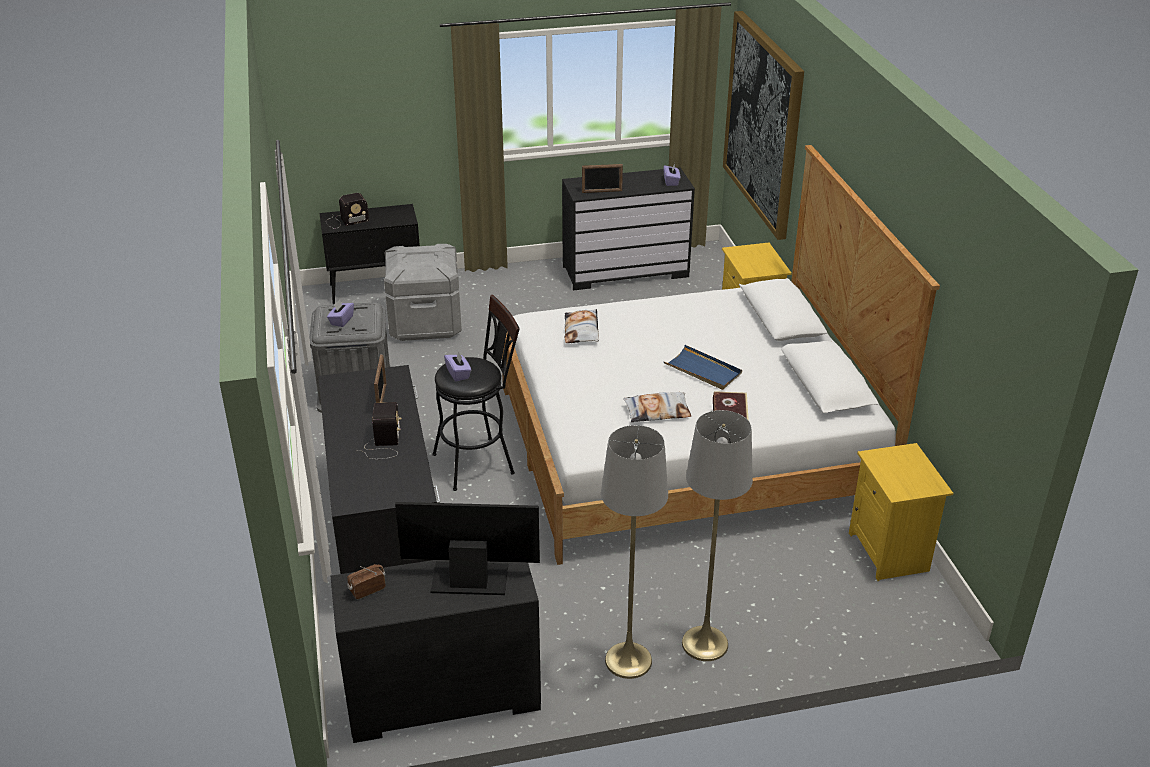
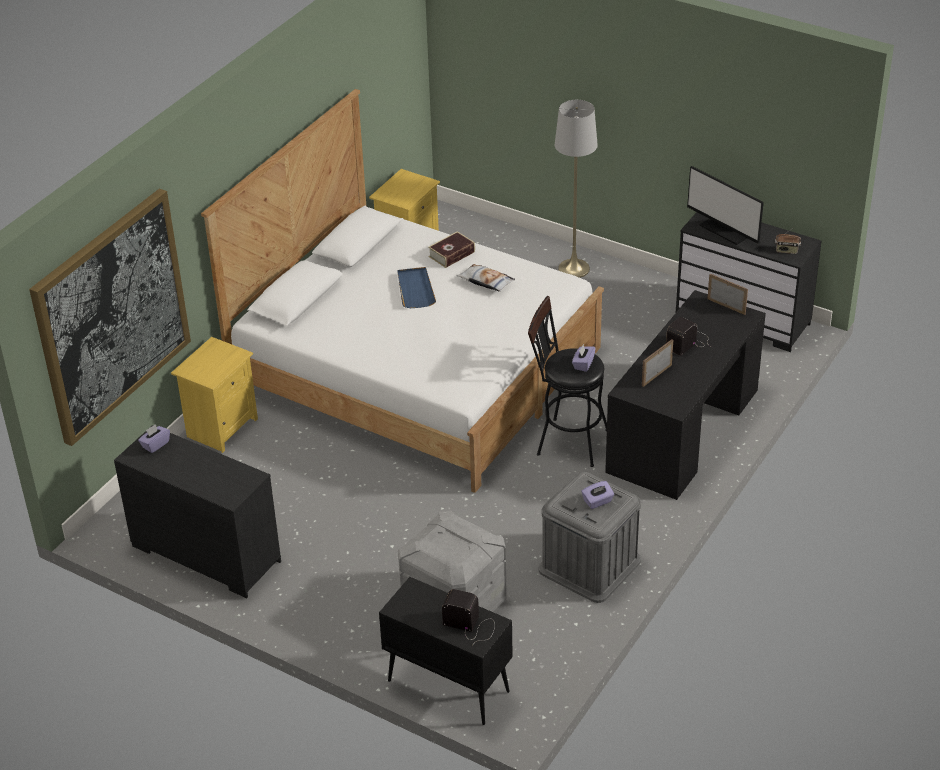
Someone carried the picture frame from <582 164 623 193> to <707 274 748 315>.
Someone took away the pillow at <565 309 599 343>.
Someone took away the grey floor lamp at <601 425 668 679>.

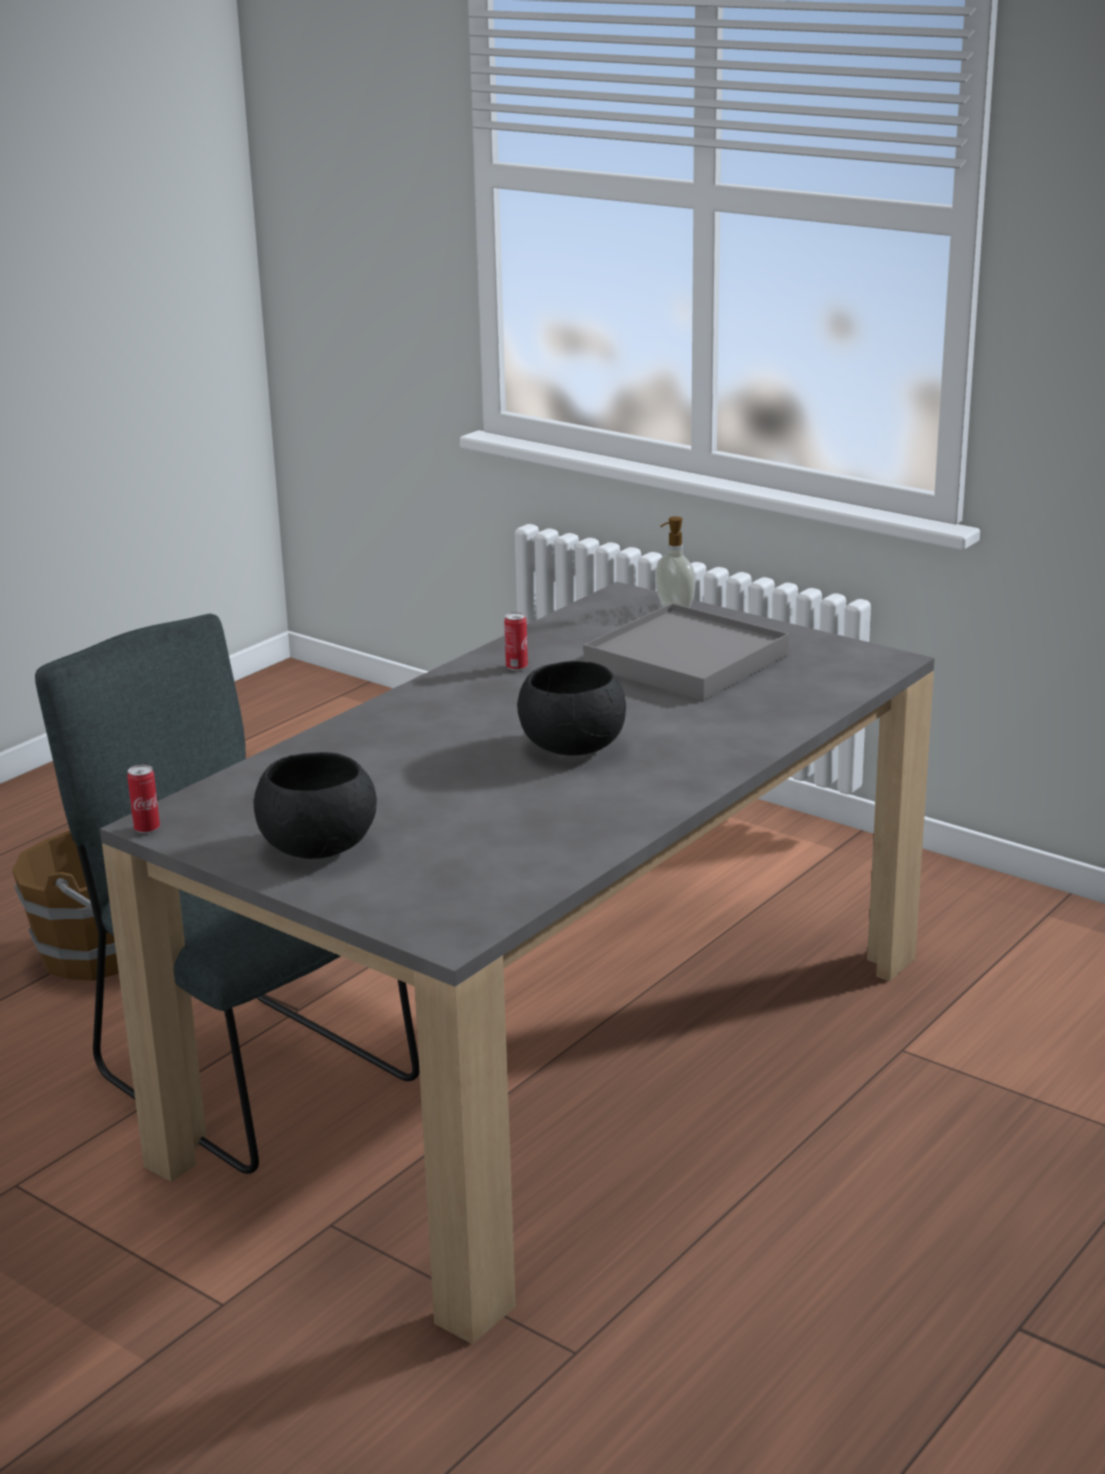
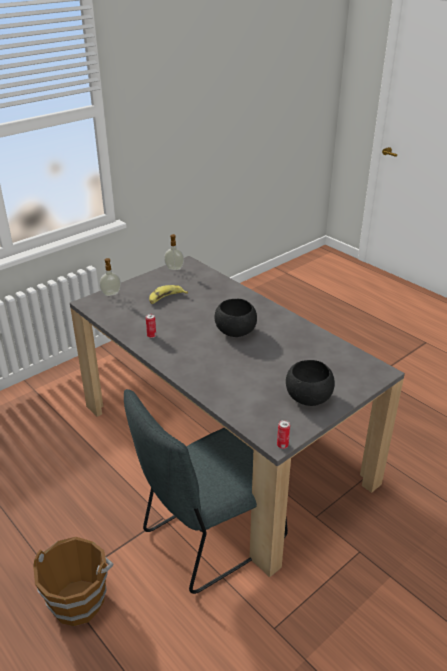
Someone swapped the grey tray at <583 603 790 701> for the banana at <149 285 188 304>.
Someone put down the soap dispenser at <164 234 184 270>.

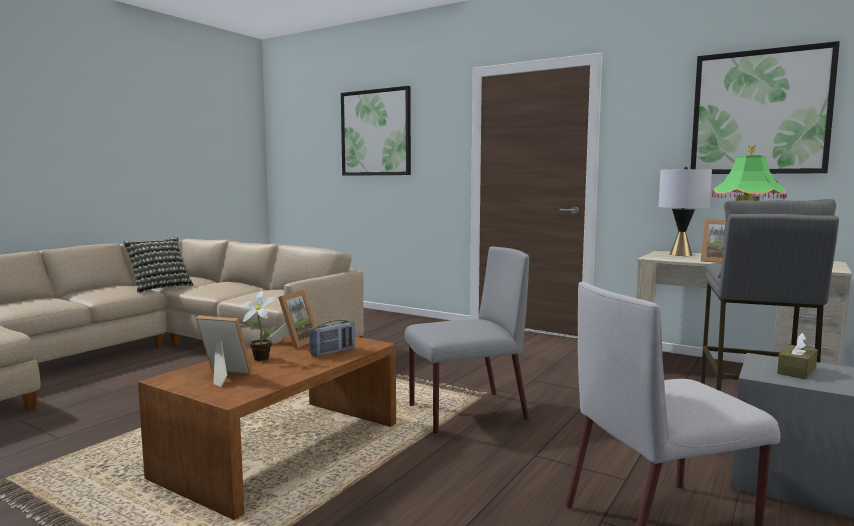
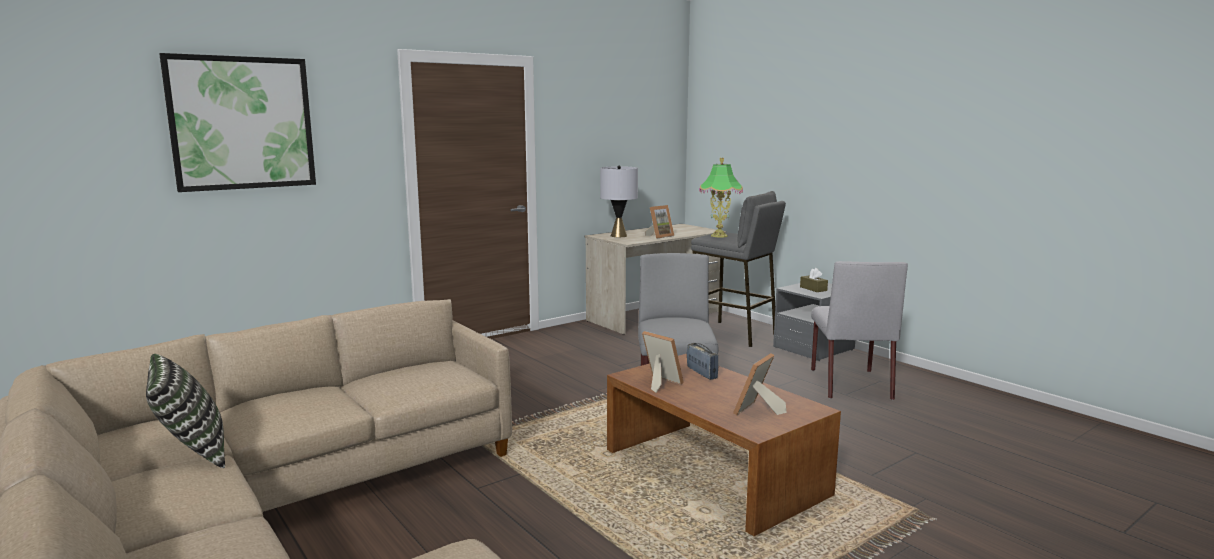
Someone took away the picture at <691 41 840 174>.
Someone took away the potted plant at <243 290 276 361>.

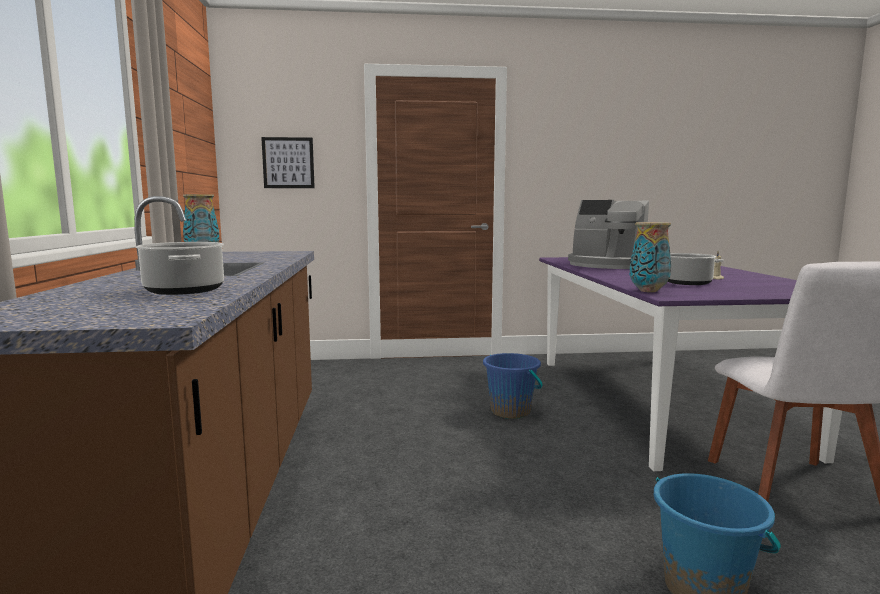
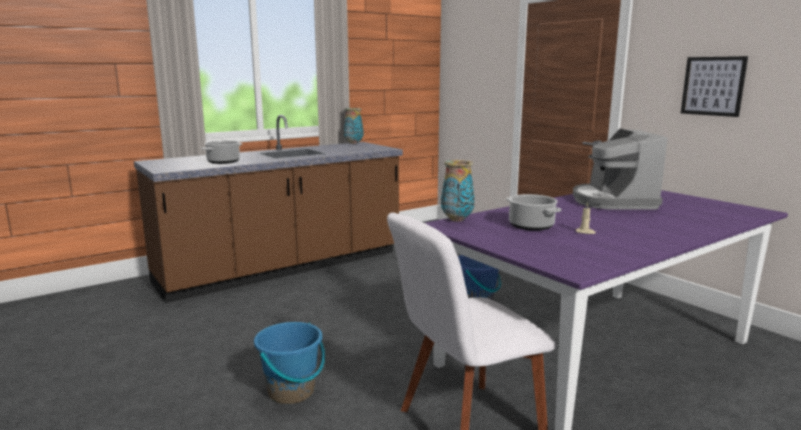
Someone carried the picture from <261 137 315 188> to <681 56 748 117>.

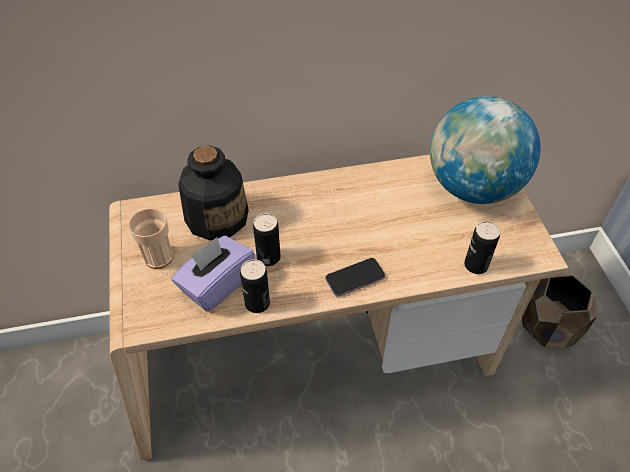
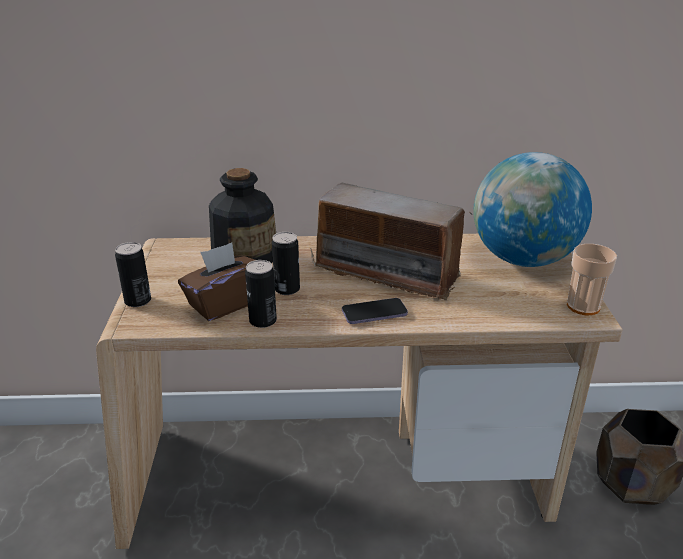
Someone carried the cup from <128 208 173 269> to <567 244 617 315>.
Someone carried the can from <464 221 500 274> to <115 242 151 307>.
Someone repainted the purple tissue box at <171 236 255 312>, which became the brown tissue box at <178 242 255 321>.
Someone put down the radio at <310 183 472 300>.

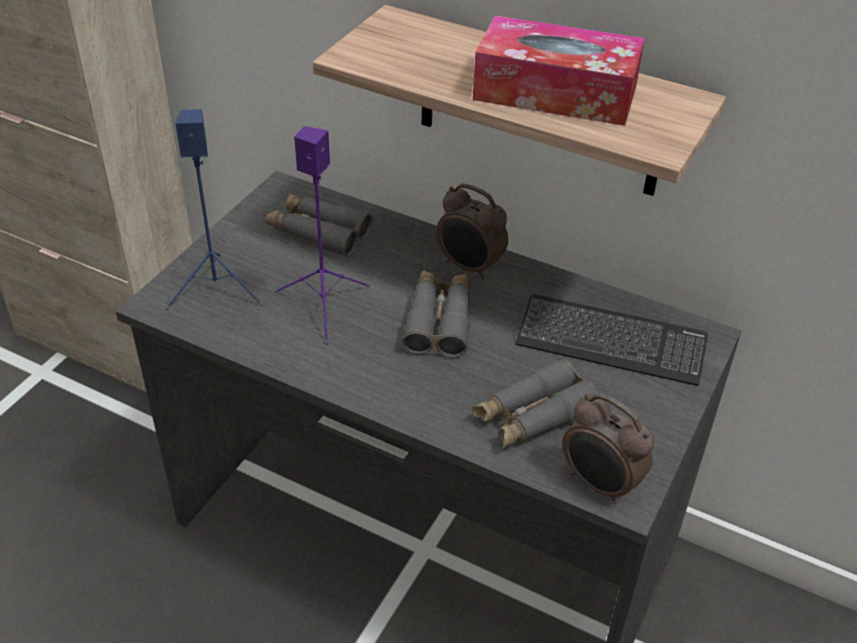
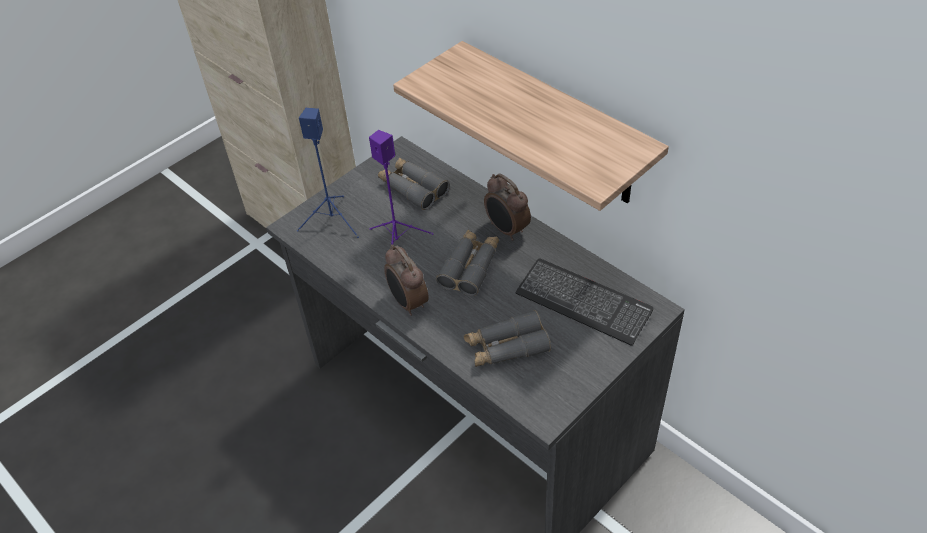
Someone took away the tissue box at <473 16 645 126>.
Someone carried the alarm clock from <563 393 654 504> to <384 245 429 316>.

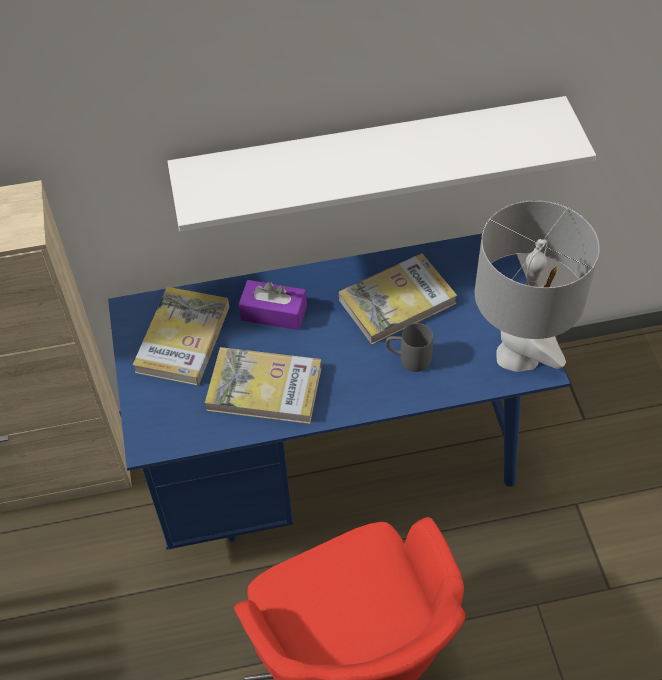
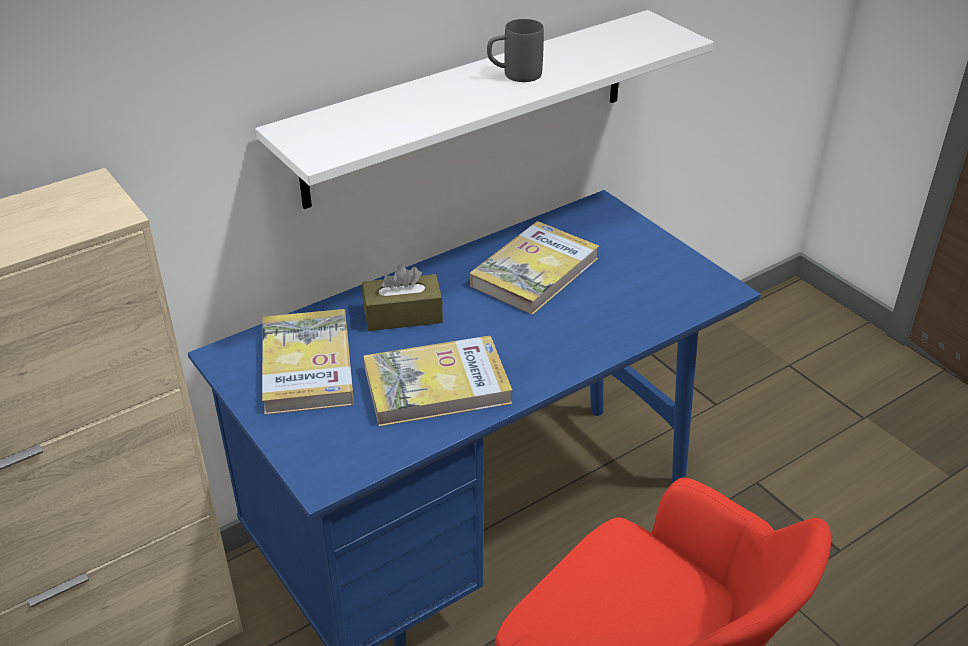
Someone took away the grey table lamp at <475 200 599 372>.
Someone repainted the purple tissue box at <239 280 307 330>, which became the brown tissue box at <362 264 443 331>.
Someone carried the grey mug from <385 323 433 372> to <487 19 544 82>.

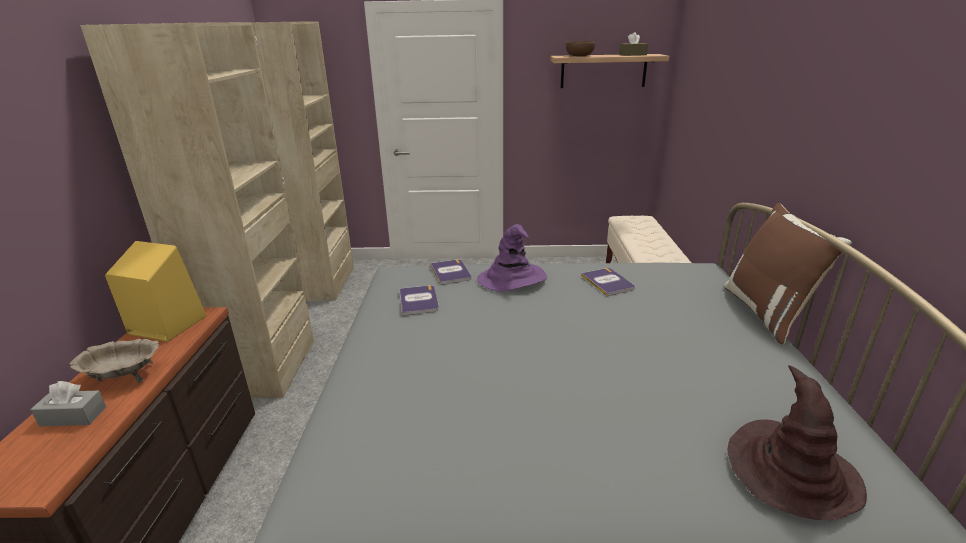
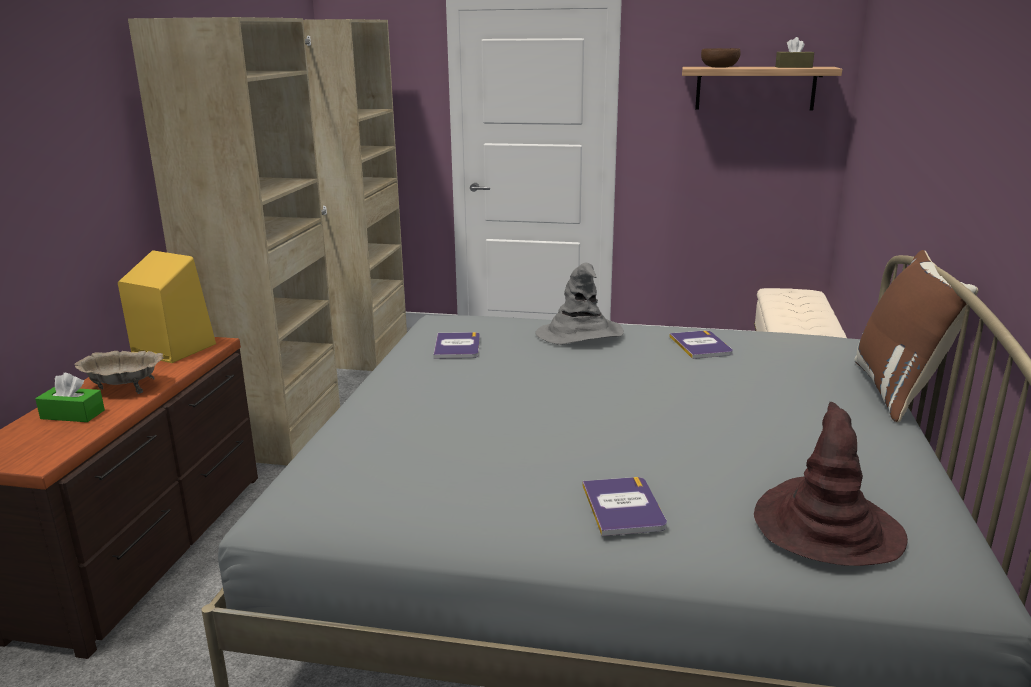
Someone repainted the purple hat at <477 224 547 292>, which became the grey hat at <535 263 624 345>.
Someone carried the book from <430 259 471 285> to <582 477 667 536>.
Someone repainted the grey tissue box at <30 381 106 426>, which became the green tissue box at <35 373 105 422>.

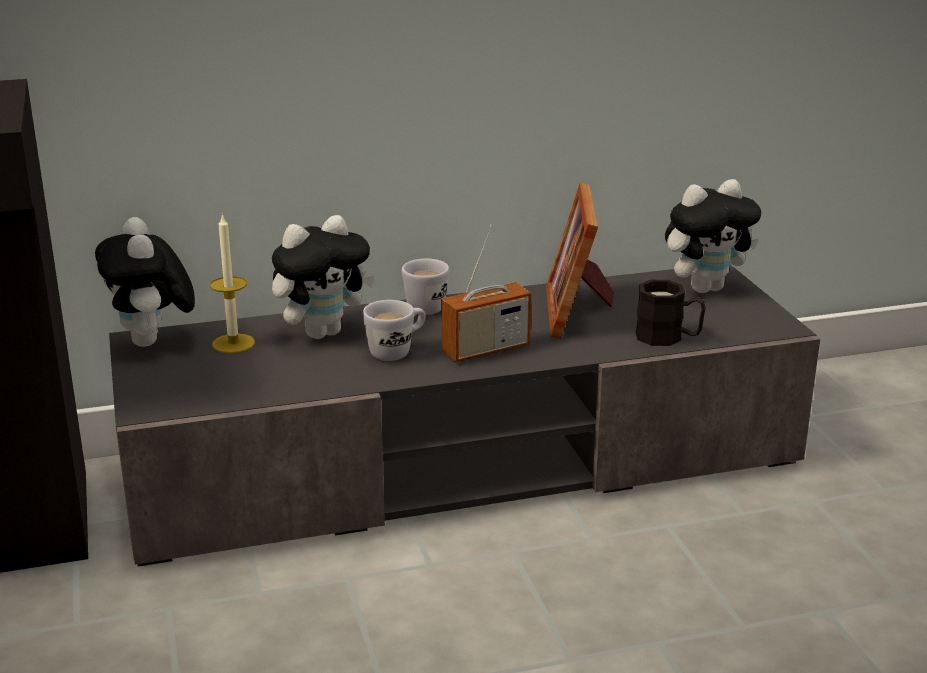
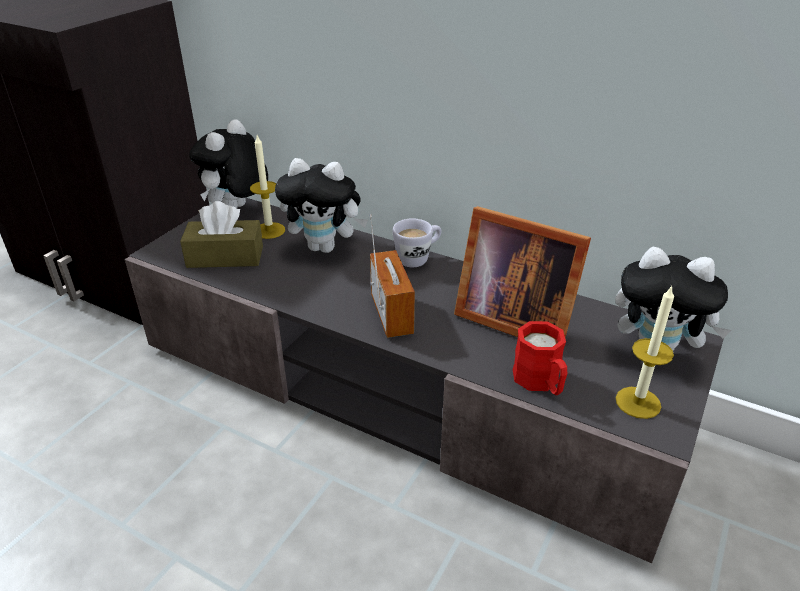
Someone rotated the picture frame at <546 182 614 339> by 105 degrees counterclockwise.
Someone rotated the radio at <441 224 531 362> by 120 degrees counterclockwise.
Someone repainted the black mug at <636 280 706 346>, which became the red mug at <513 321 567 395>.
Someone took away the white mug at <363 300 426 361>.
Someone put down the brown tissue box at <180 201 263 268>.
Someone put down the candle at <616 285 674 419>.

